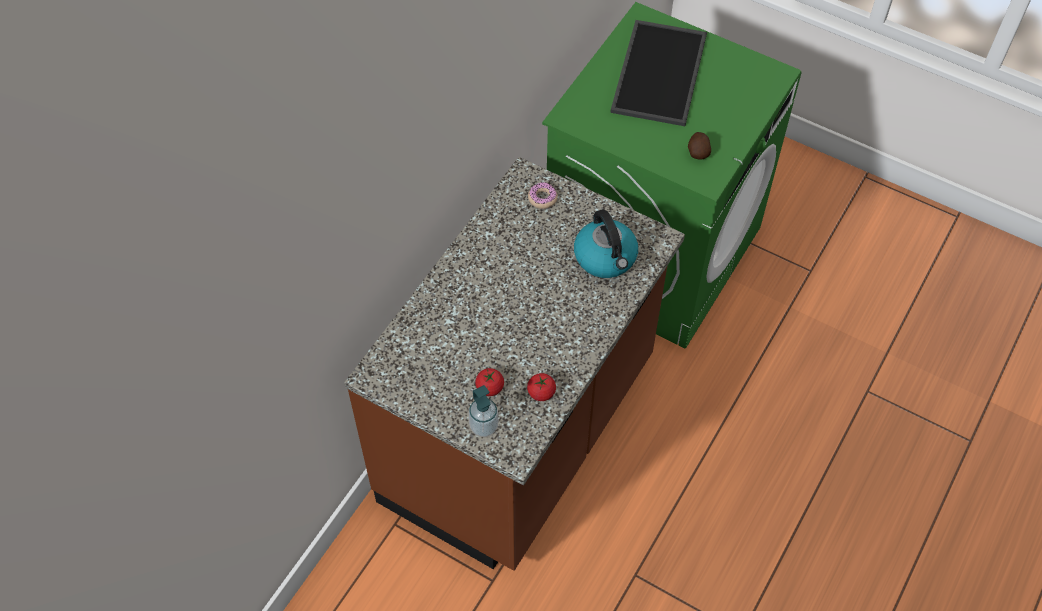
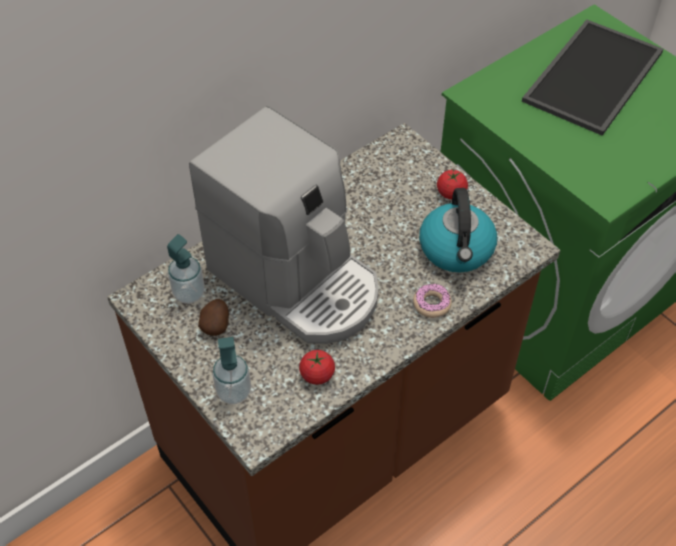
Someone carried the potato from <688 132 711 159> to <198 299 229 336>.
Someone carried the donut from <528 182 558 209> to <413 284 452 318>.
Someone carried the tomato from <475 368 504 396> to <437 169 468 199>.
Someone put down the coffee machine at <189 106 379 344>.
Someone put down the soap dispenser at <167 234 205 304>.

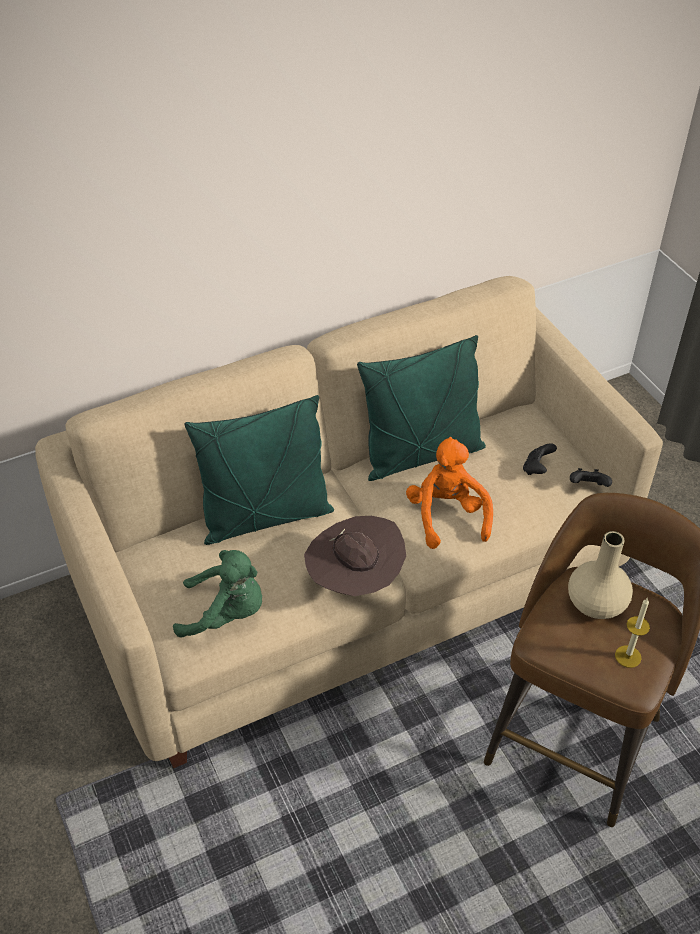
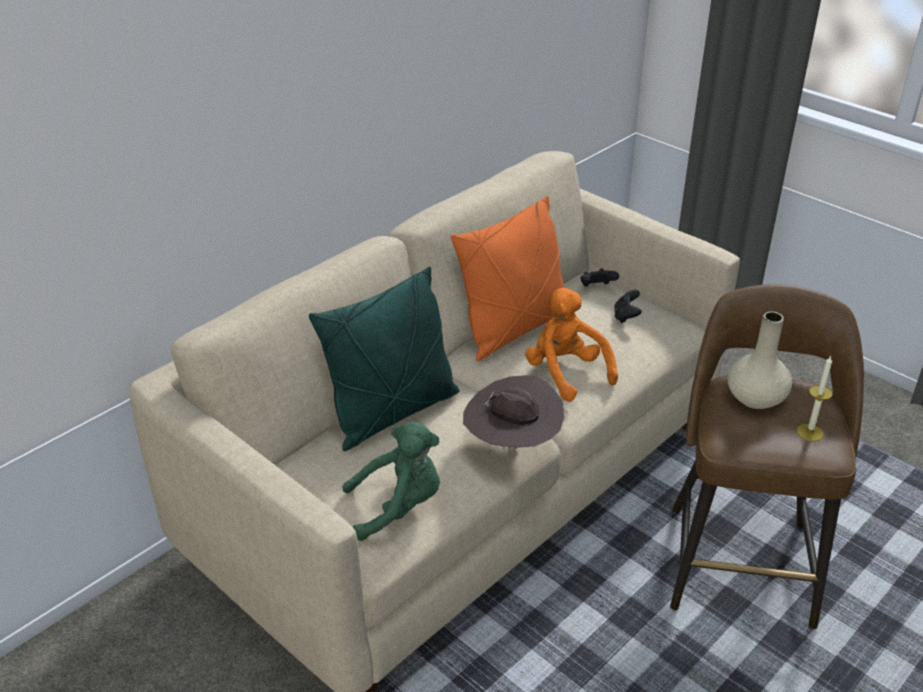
Someone repainted the green pillow at <357 335 486 481>, which became the orange pillow at <451 196 564 361>.
Someone carried the black game controller from <570 468 612 487> to <581 268 619 287>.

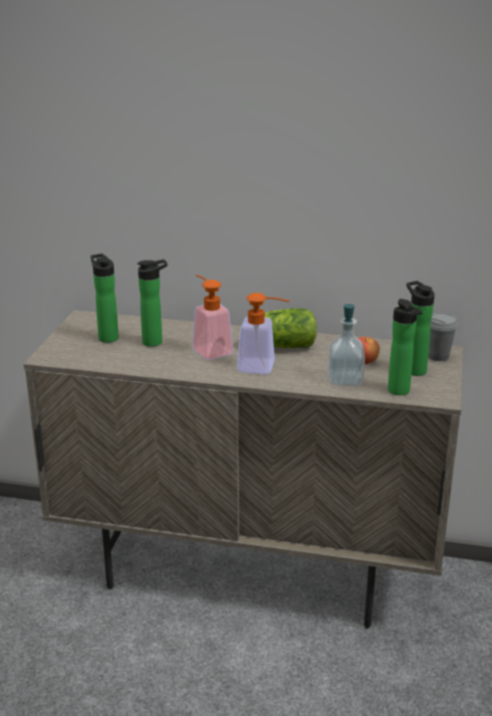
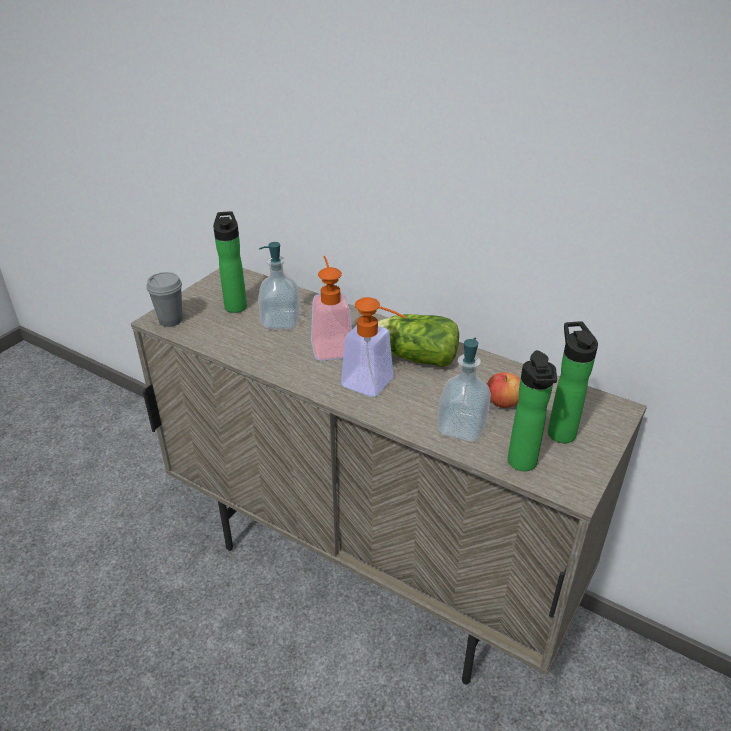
Someone swapped the bottle at <137 259 168 347> for the soap dispenser at <258 242 300 330>.
Someone carried the grey cup from <428 313 458 361> to <147 272 183 327>.

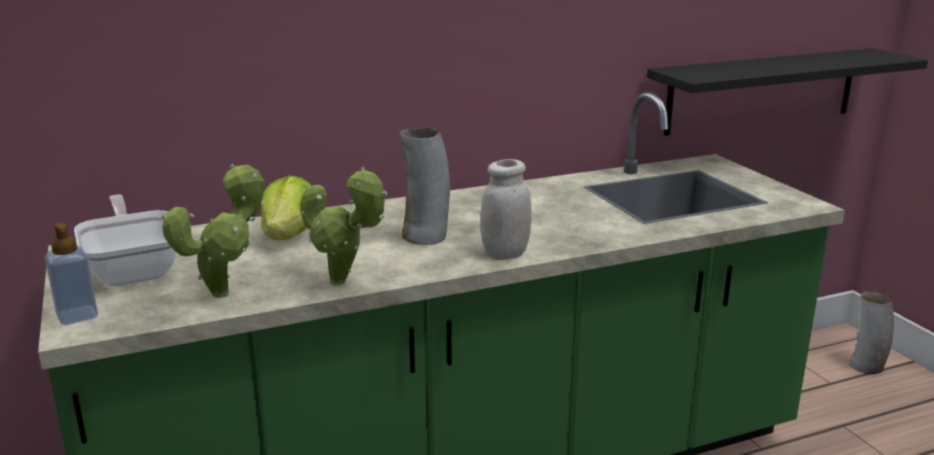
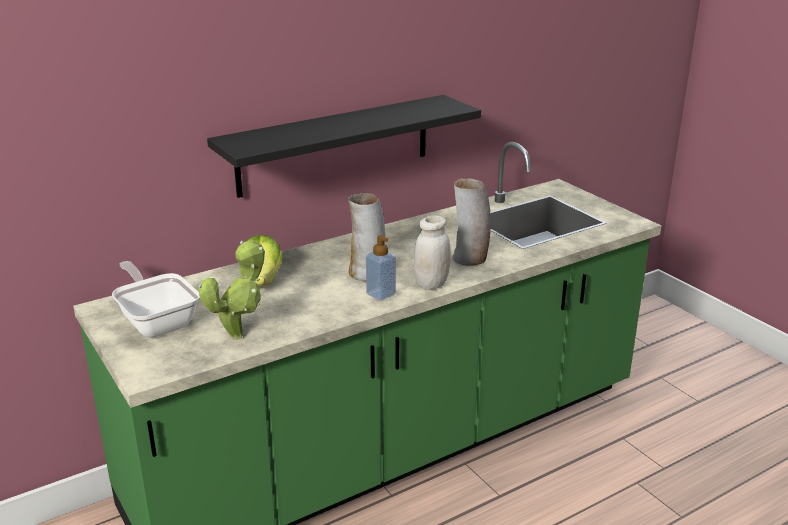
Someone carried the black shelf from <647 48 928 136> to <207 95 481 198>.
Someone took away the potted plant at <301 167 387 286>.
Someone carried the soap dispenser from <45 223 98 325> to <366 235 396 301>.
Someone carried the vase from <849 292 894 374> to <452 178 491 266>.

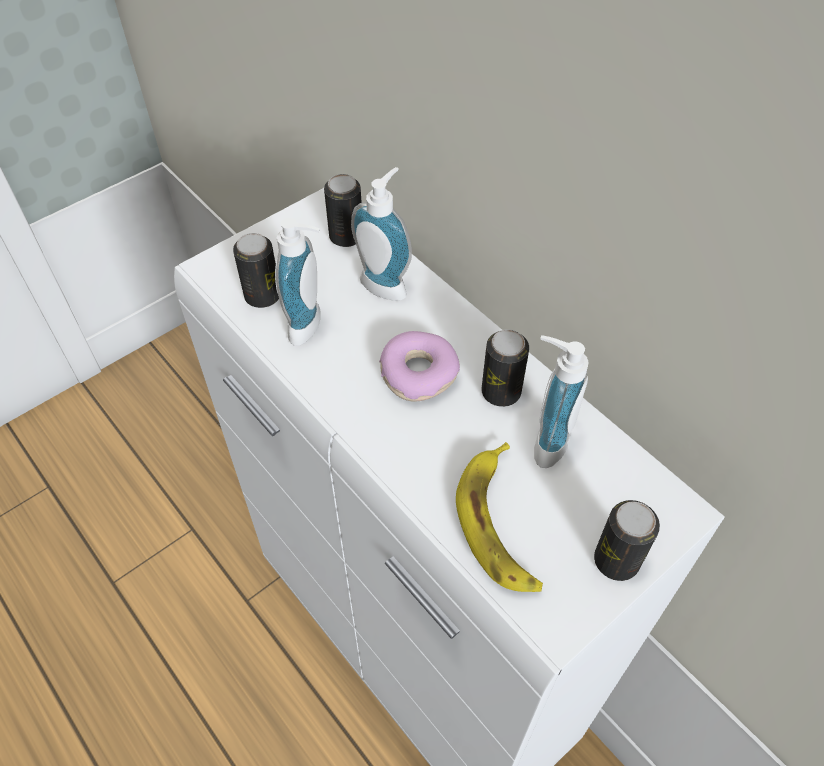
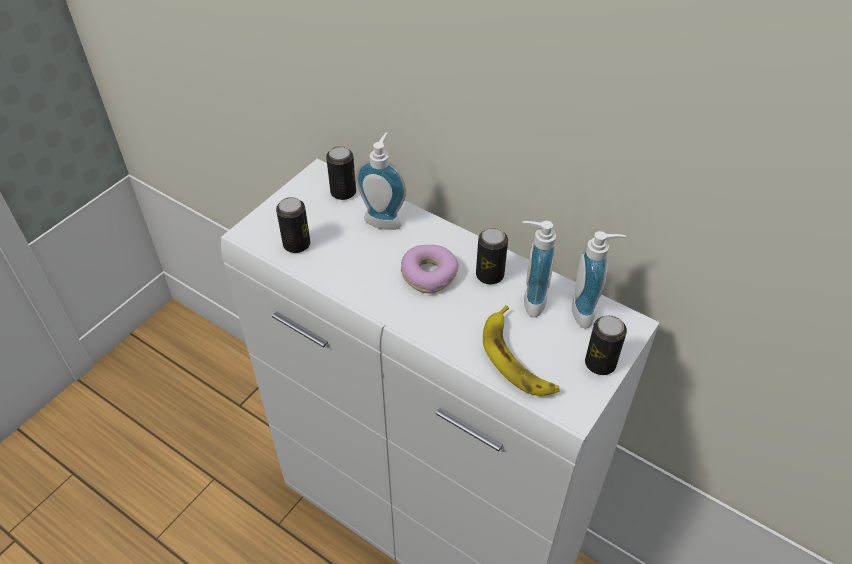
Someone carried the soap dispenser from <275 218 321 346> to <572 231 626 329>.

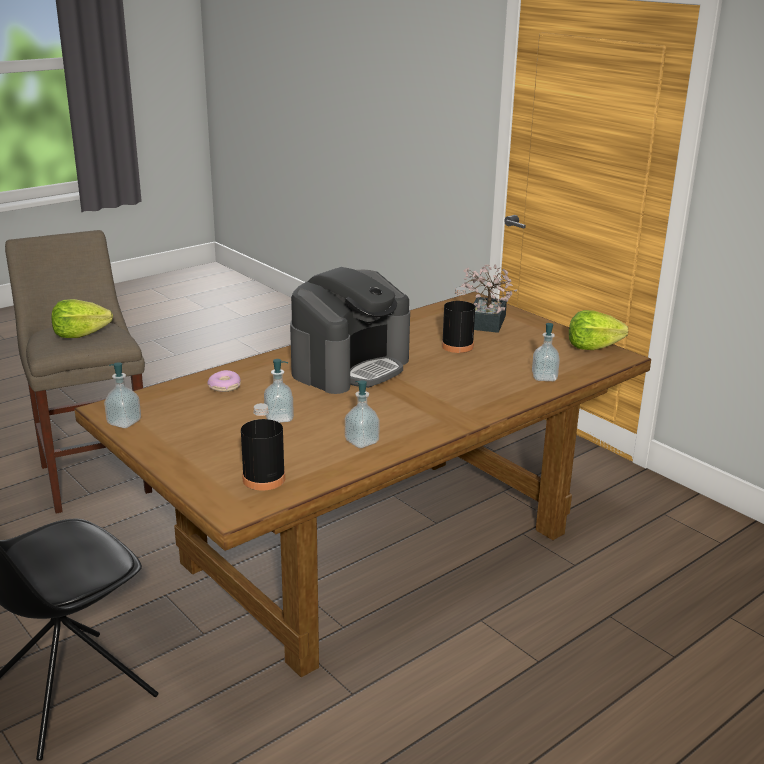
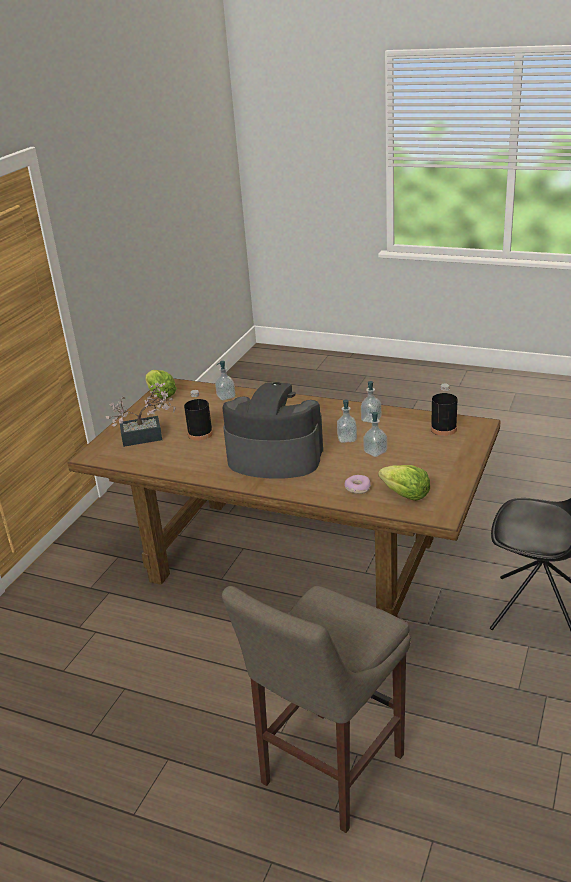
Someone carried the lettuce from <51 299 113 338> to <378 465 430 501>.
Someone carried the soap dispenser from <104 362 141 428> to <337 400 357 443>.

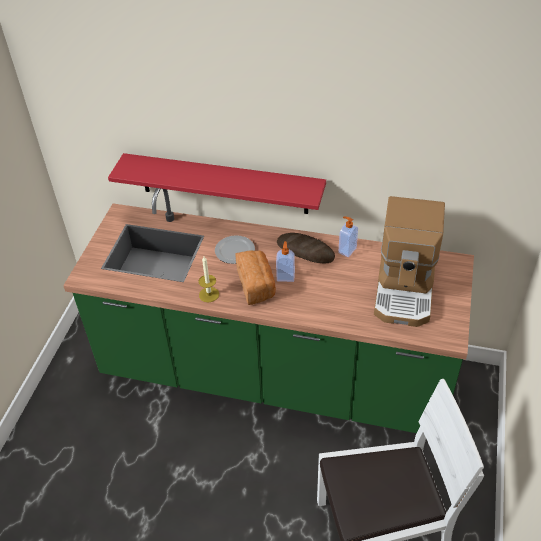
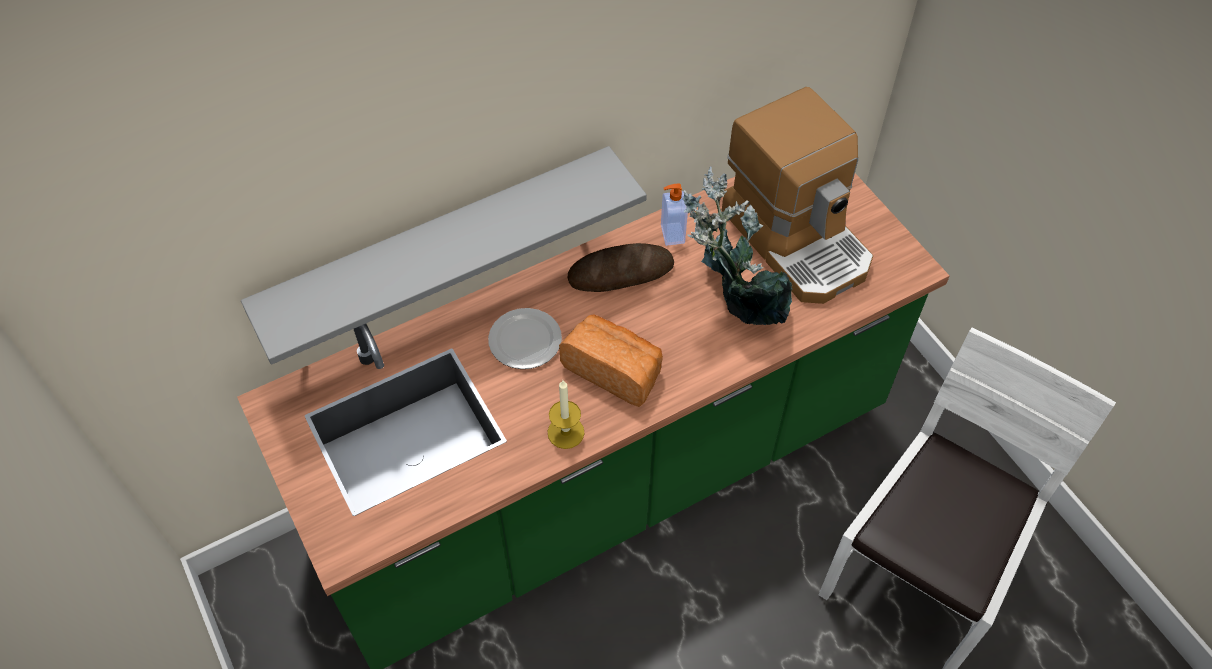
Someone repainted the red shelf at <108 153 326 214>, which became the grey shelf at <241 146 647 365>.
Someone took away the soap dispenser at <276 241 295 282>.
Someone put down the potted plant at <682 166 793 325>.

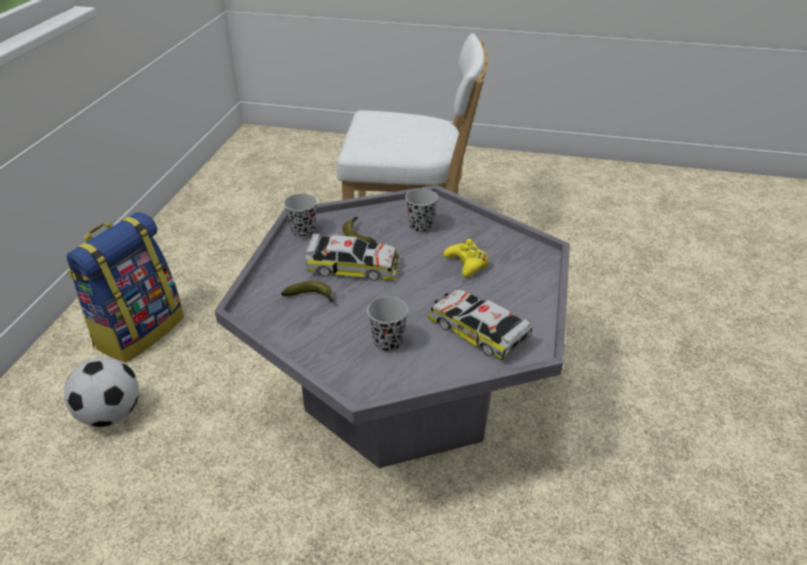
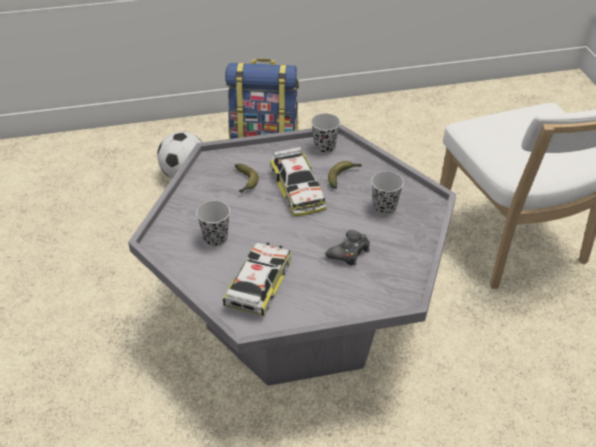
Someone repainted the yellow game controller at <443 239 488 277>, which became the black game controller at <325 230 370 266>.

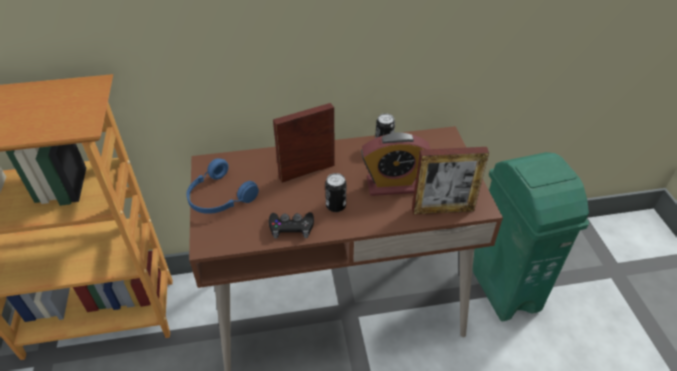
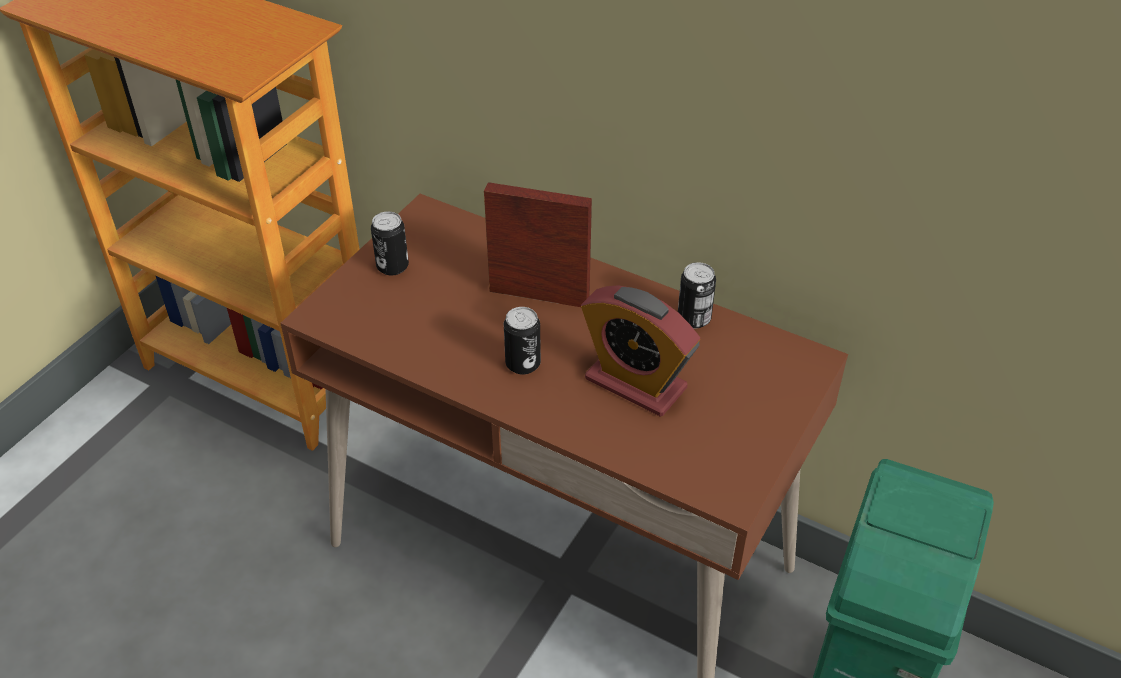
Someone took away the picture frame at <412 147 489 215>.
Someone swapped the blue headphones at <186 158 259 214> for the can at <371 211 409 275>.
Someone took away the black game controller at <269 212 314 239>.

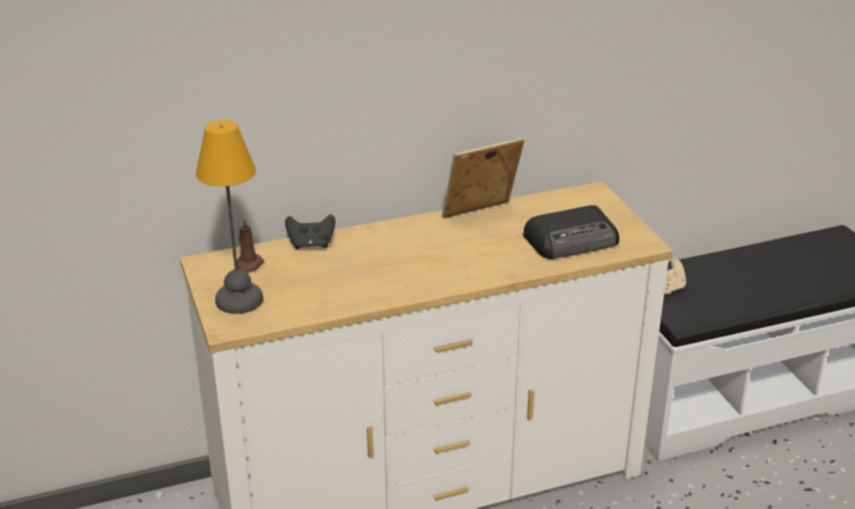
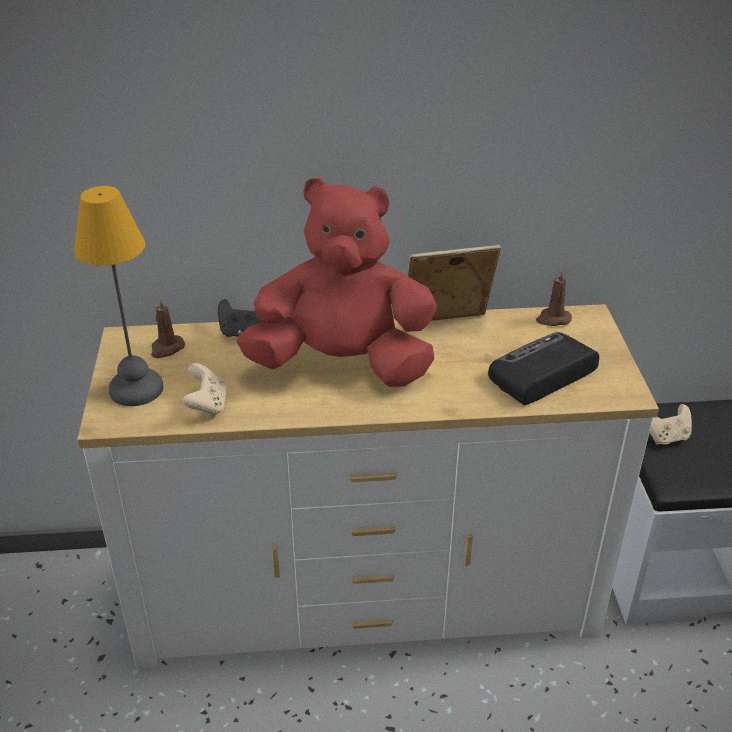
Someone rotated the radio at <523 205 619 259> by 150 degrees clockwise.
Someone put down the red plush toy at <237 177 437 387>.
Someone put down the brown candle at <536 269 572 326>.
Someone put down the beige game controller at <182 363 227 417>.

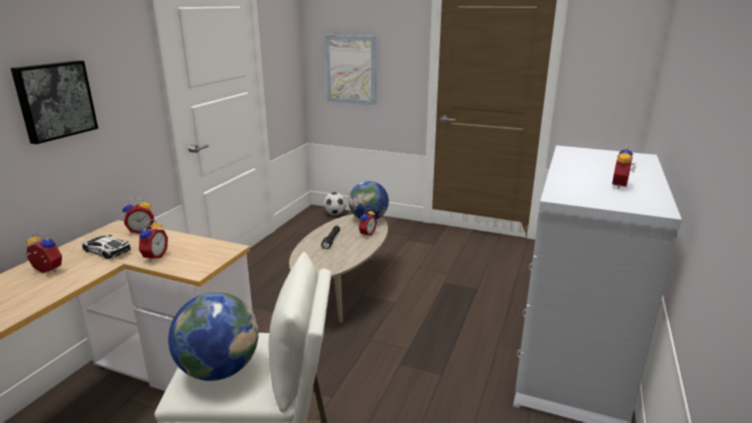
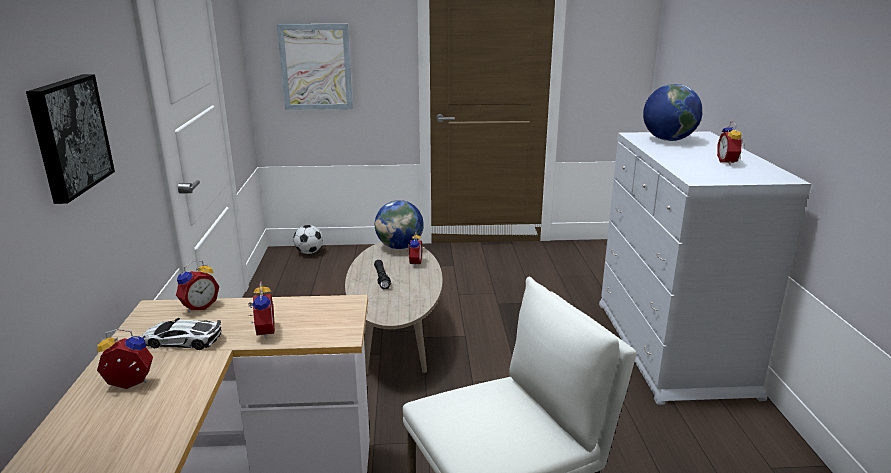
Someone carried the globe from <168 292 259 381> to <643 84 703 141>.

